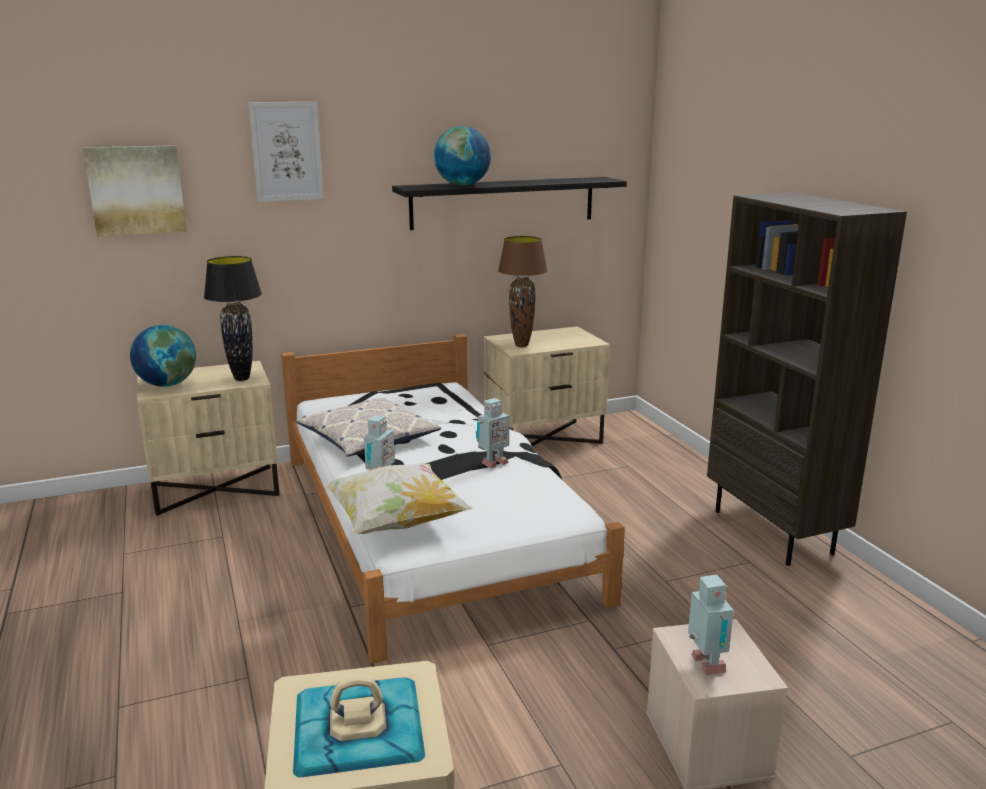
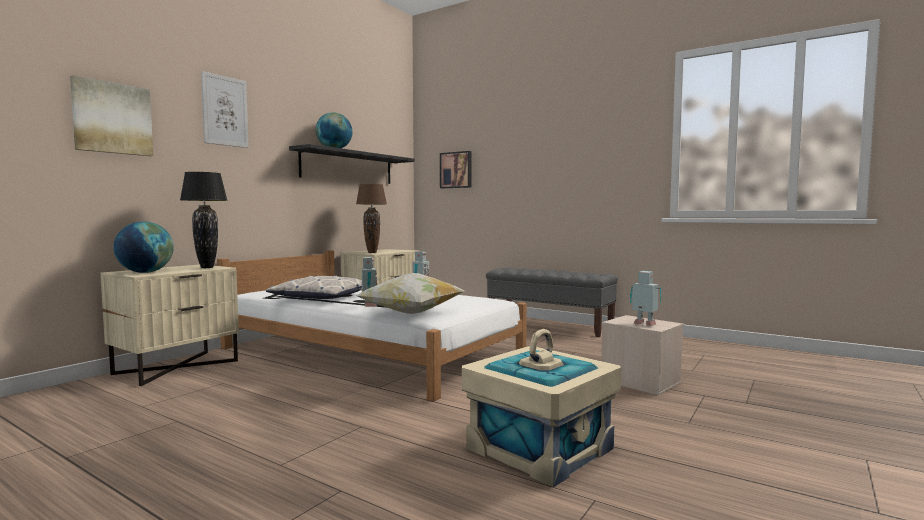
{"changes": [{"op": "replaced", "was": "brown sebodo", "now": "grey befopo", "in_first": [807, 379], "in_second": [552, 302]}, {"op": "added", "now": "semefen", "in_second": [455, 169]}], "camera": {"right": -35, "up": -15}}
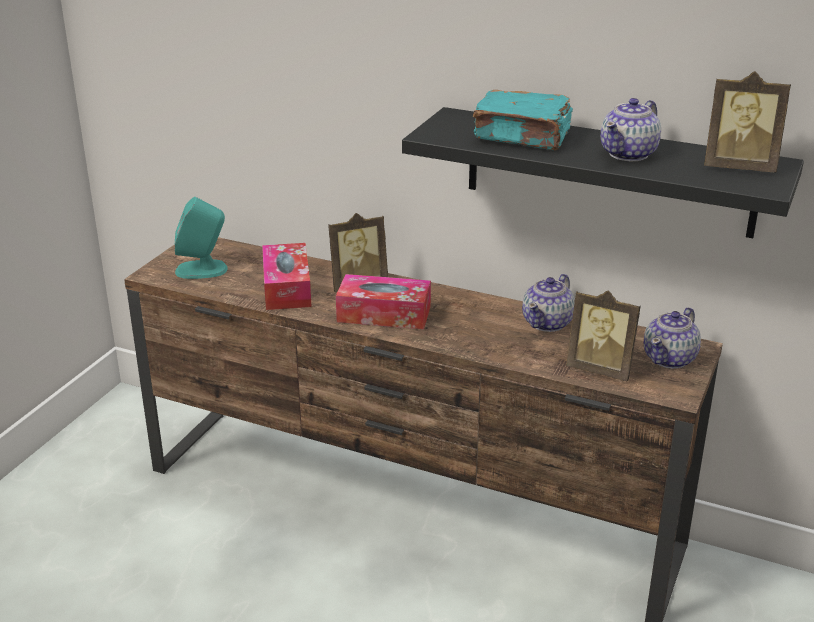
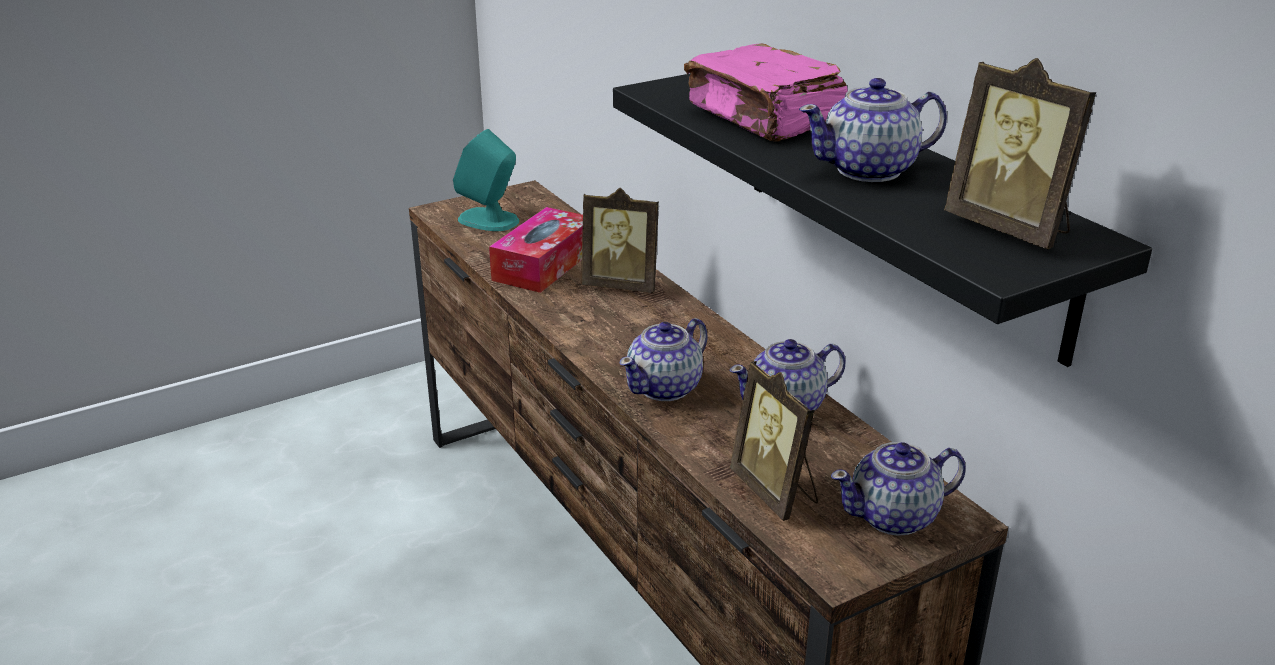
{"changes": [{"op": "removed", "was": "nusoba", "in_first": [383, 301]}, {"op": "recoloured", "was": "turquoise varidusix", "now": "pink varidusix", "in_first": [523, 120], "in_second": [766, 92]}, {"op": "added", "now": "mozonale", "in_second": [664, 359]}], "camera": {"right": 35, "up": 0}}
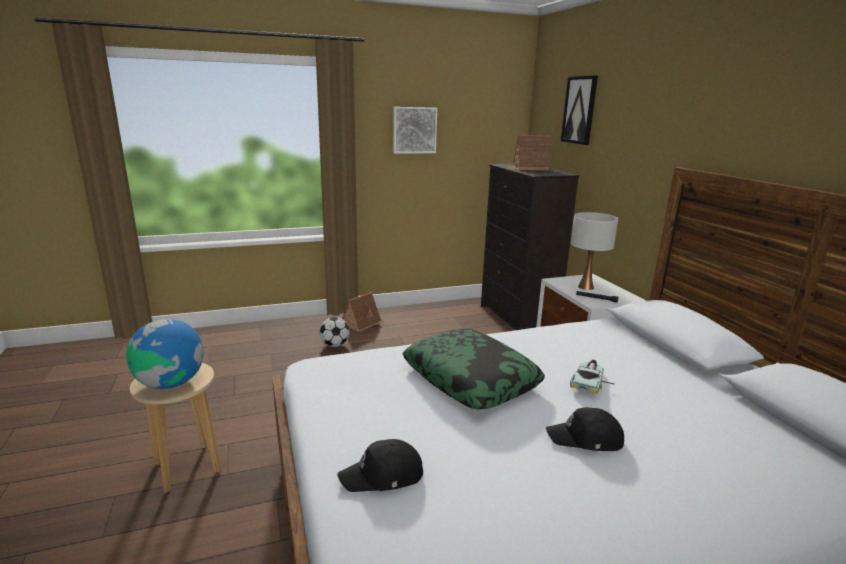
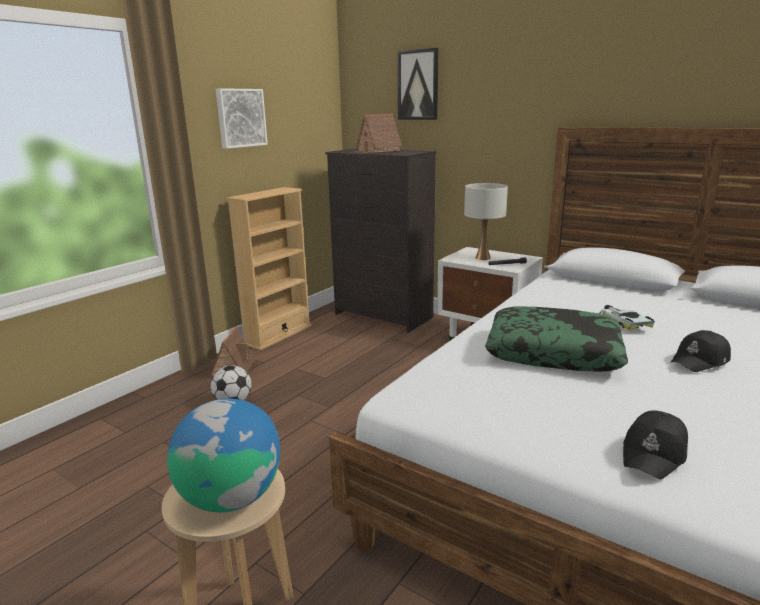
{"changes": [{"op": "added", "now": "beige sebodo", "in_second": [269, 268]}], "camera": {"right": -35, "up": 0}}
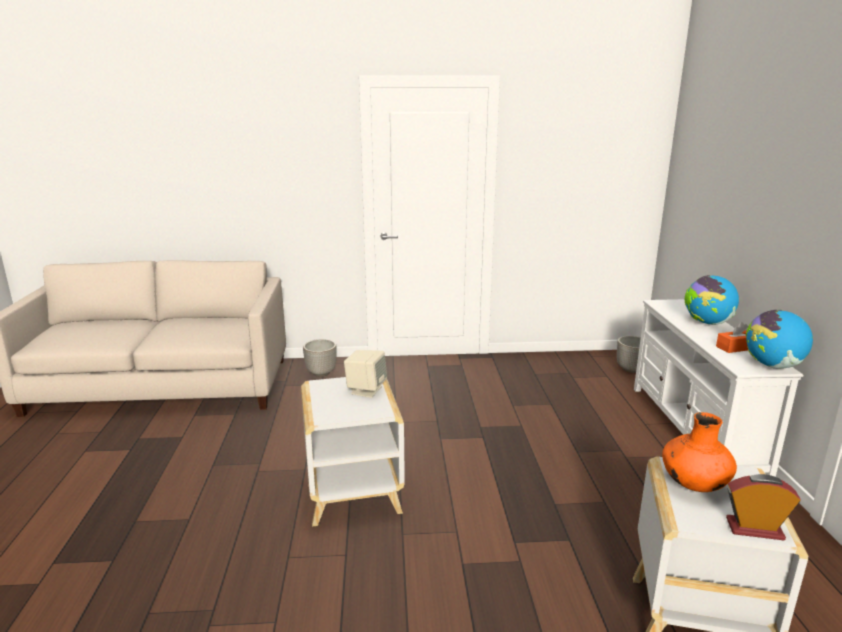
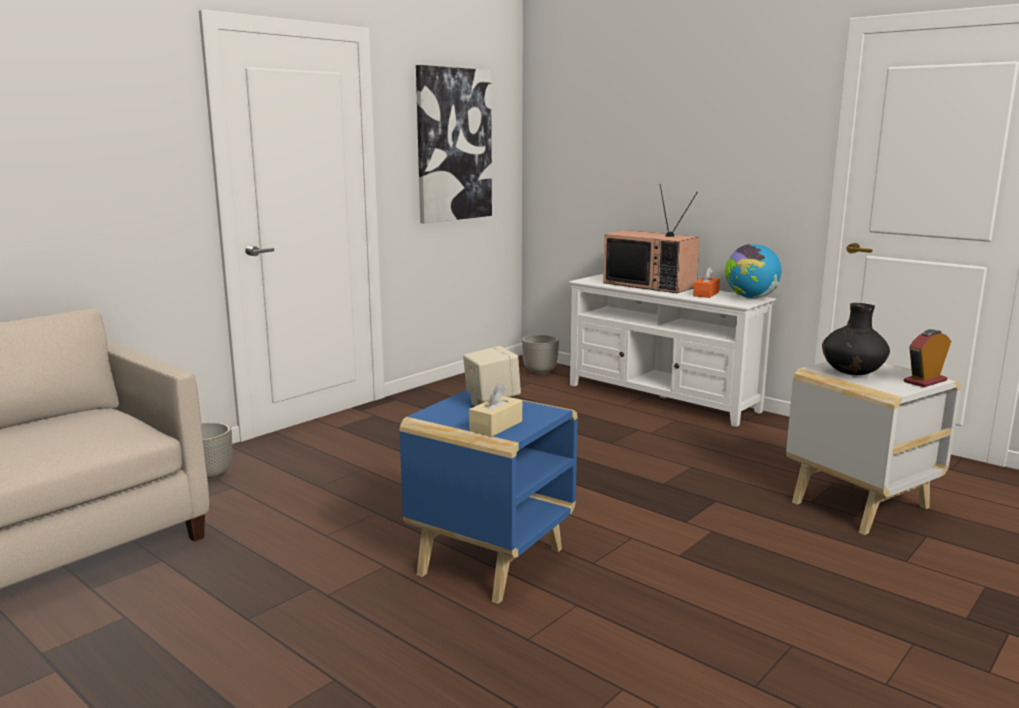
{"changes": [{"op": "recoloured", "was": "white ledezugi", "now": "blue ledezugi", "in_first": [353, 452], "in_second": [489, 497]}, {"op": "recoloured", "was": "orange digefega", "now": "black digefega", "in_first": [699, 452], "in_second": [856, 339]}, {"op": "replaced", "was": "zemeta", "now": "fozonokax", "in_first": [712, 300], "in_second": [651, 238]}, {"op": "added", "now": "semefen", "in_second": [454, 144]}, {"op": "added", "now": "beige nusoba", "in_second": [495, 410]}], "camera": {"right": -45, "up": -5}}
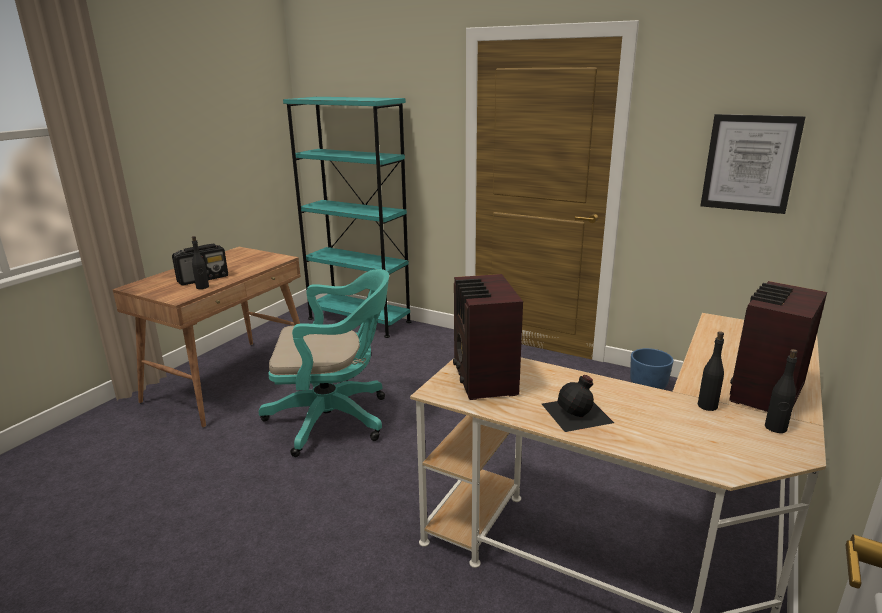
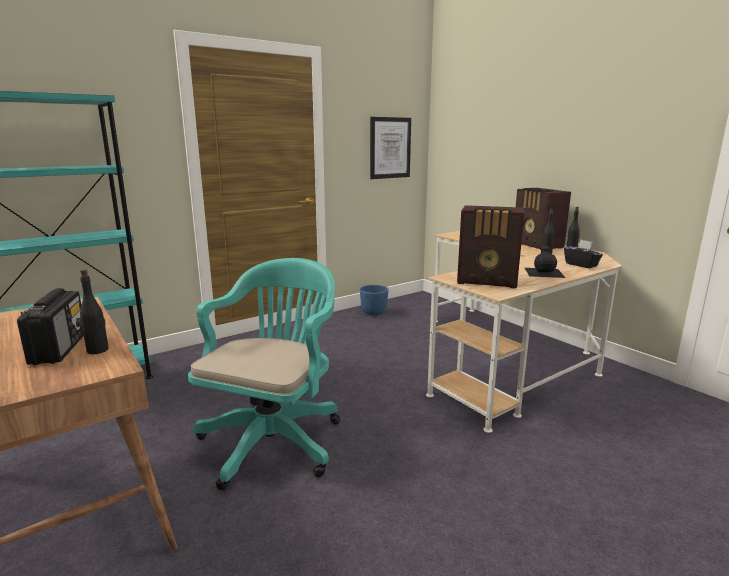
{"changes": [{"op": "added", "now": "black nusoba", "in_second": [583, 254]}], "camera": {"right": -65, "up": -5}}
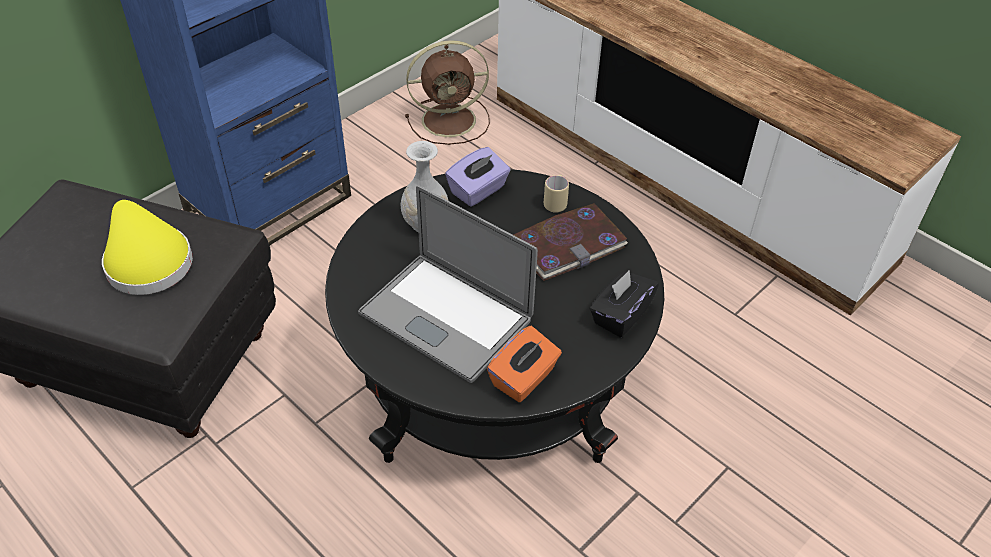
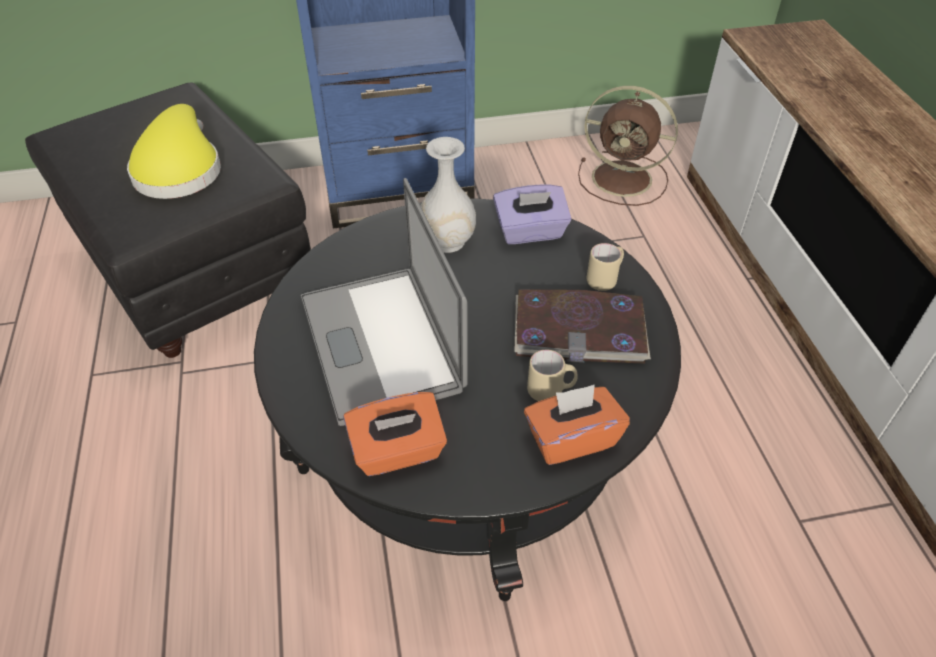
{"changes": [{"op": "recoloured", "was": "black nusoba", "now": "orange nusoba", "in_first": [624, 303], "in_second": [577, 425]}, {"op": "added", "now": "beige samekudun", "in_second": [552, 375]}], "camera": {"right": 35, "up": 0}}
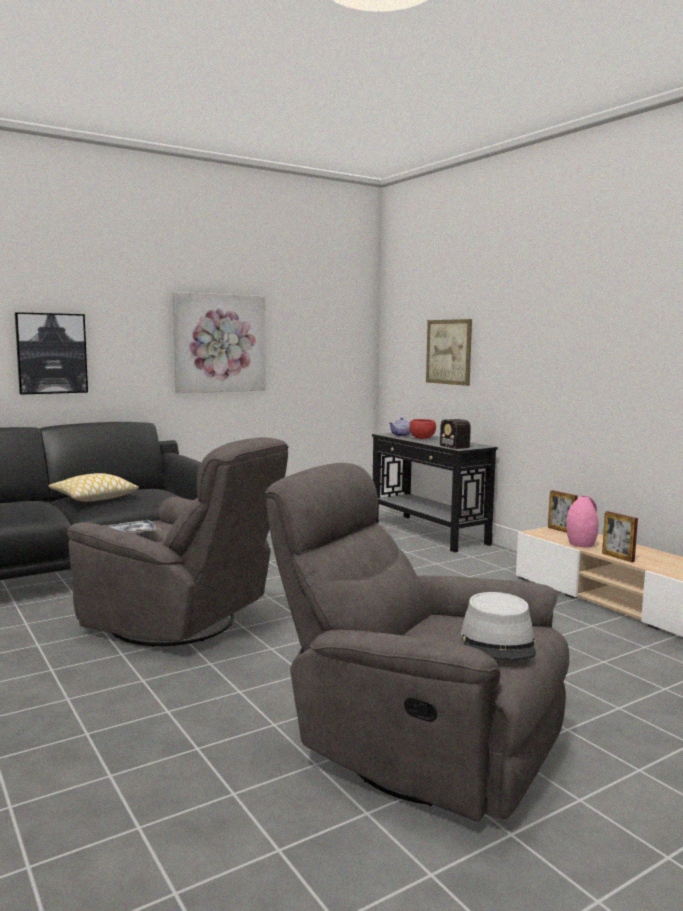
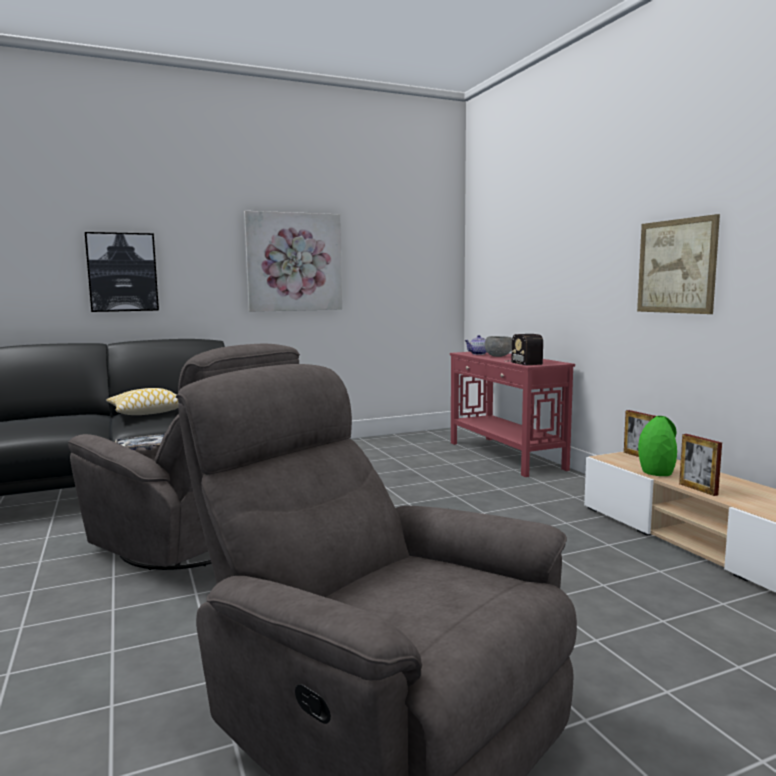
{"changes": [{"op": "recoloured", "was": "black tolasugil", "now": "red tolasugil", "in_first": [435, 492], "in_second": [512, 414]}, {"op": "recoloured", "was": "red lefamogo", "now": "grey lefamogo", "in_first": [422, 429], "in_second": [498, 346]}, {"op": "moved", "was": "semefen", "in_first": [449, 352], "in_second": [678, 264]}, {"op": "removed", "was": "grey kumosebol", "in_first": [498, 626]}, {"op": "recoloured", "was": "pink digefega", "now": "green digefega", "in_first": [582, 522], "in_second": [657, 446]}], "camera": {"right": 10, "up": 0}}
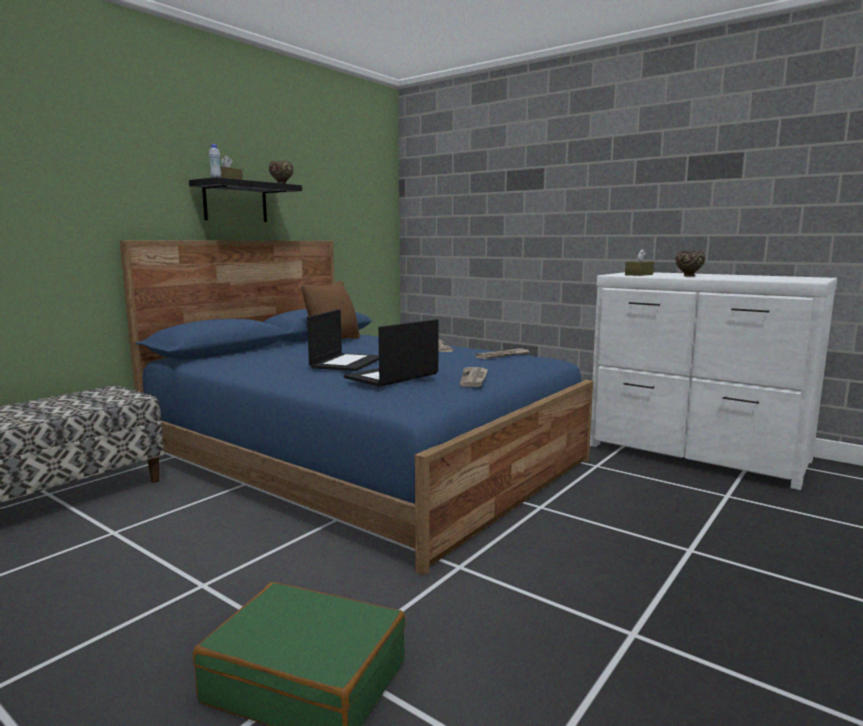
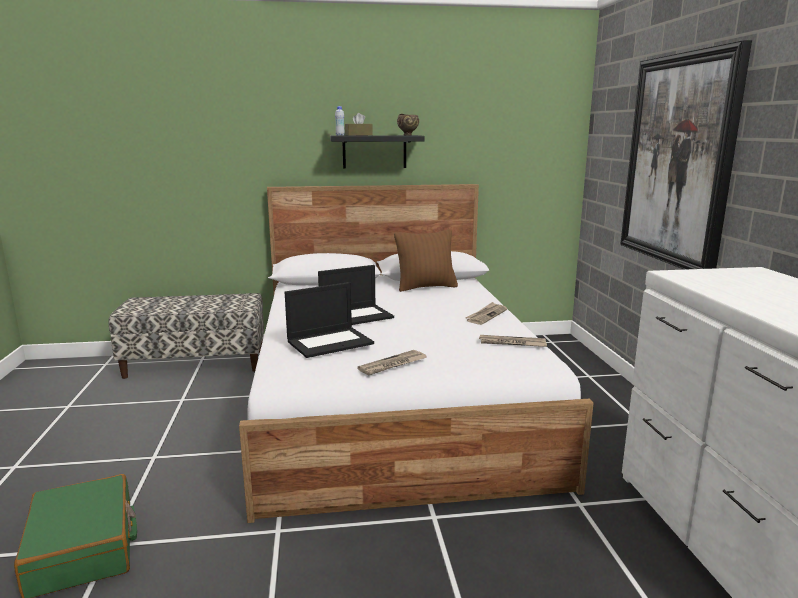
{"changes": [{"op": "recoloured", "was": "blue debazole", "now": "white debazole", "in_first": [356, 408], "in_second": [416, 353]}, {"op": "turned", "was": "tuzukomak", "in_first": [391, 353], "in_second": [329, 320], "clockwise": 150}, {"op": "removed", "was": "brown nusoba", "in_first": [639, 262]}, {"op": "removed", "was": "brown lefamogo", "in_first": [690, 263]}, {"op": "added", "now": "semefen", "in_second": [686, 155]}], "camera": {"right": 45, "up": 5}}
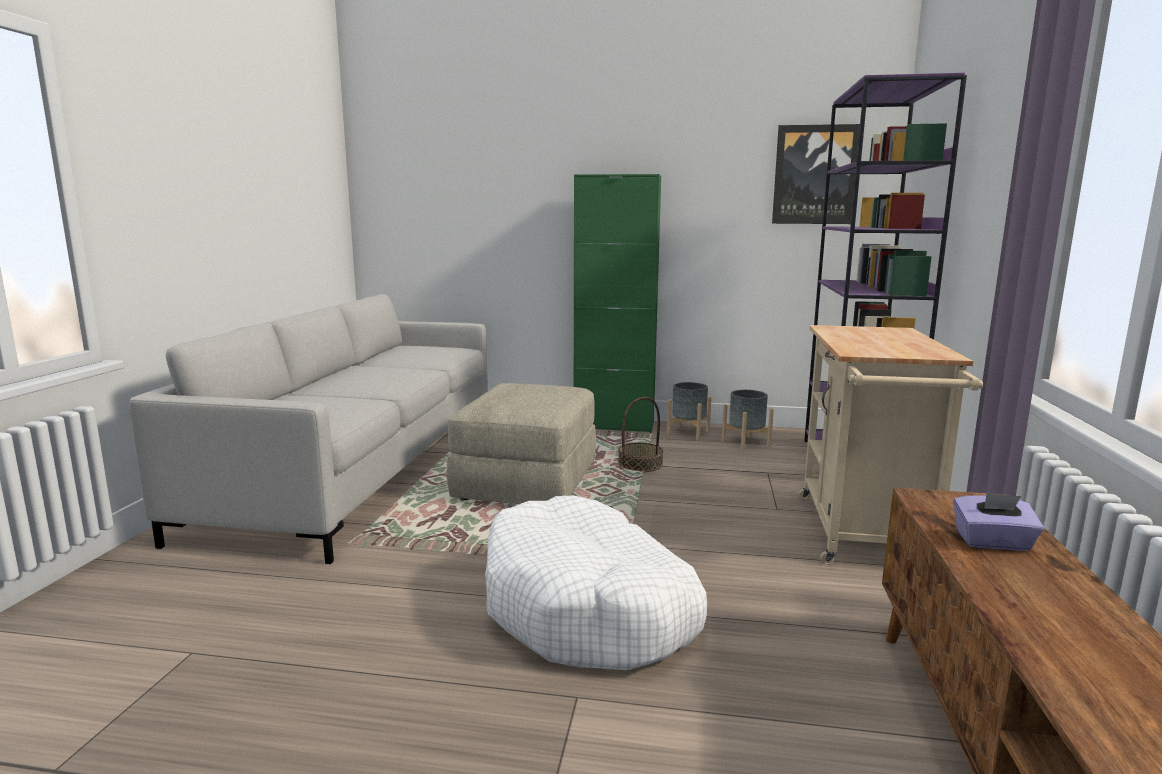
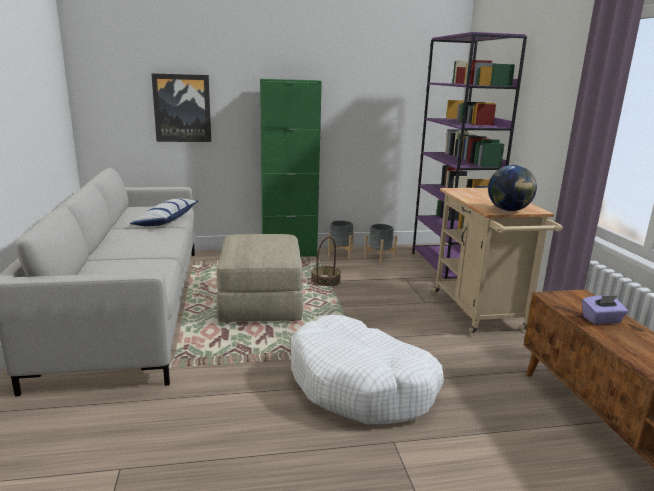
{"changes": [{"op": "moved", "was": "semefen", "in_first": [816, 174], "in_second": [181, 107]}, {"op": "added", "now": "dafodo", "in_second": [164, 212]}, {"op": "added", "now": "zemeta", "in_second": [512, 188]}], "camera": {"right": -20, "up": 5}}
